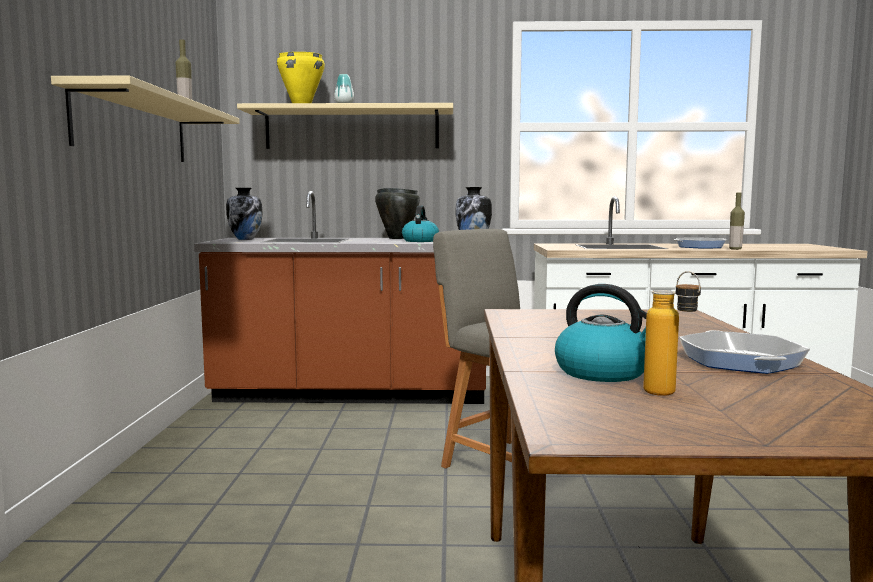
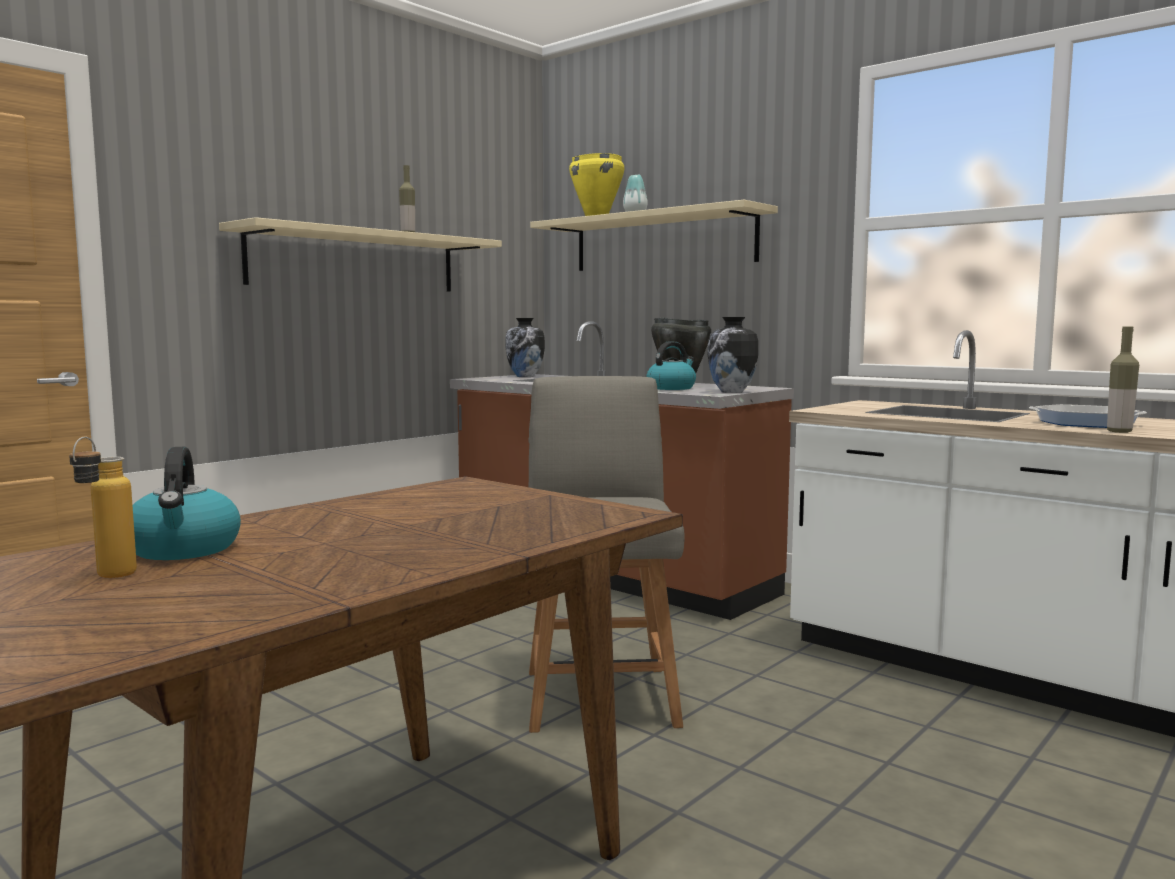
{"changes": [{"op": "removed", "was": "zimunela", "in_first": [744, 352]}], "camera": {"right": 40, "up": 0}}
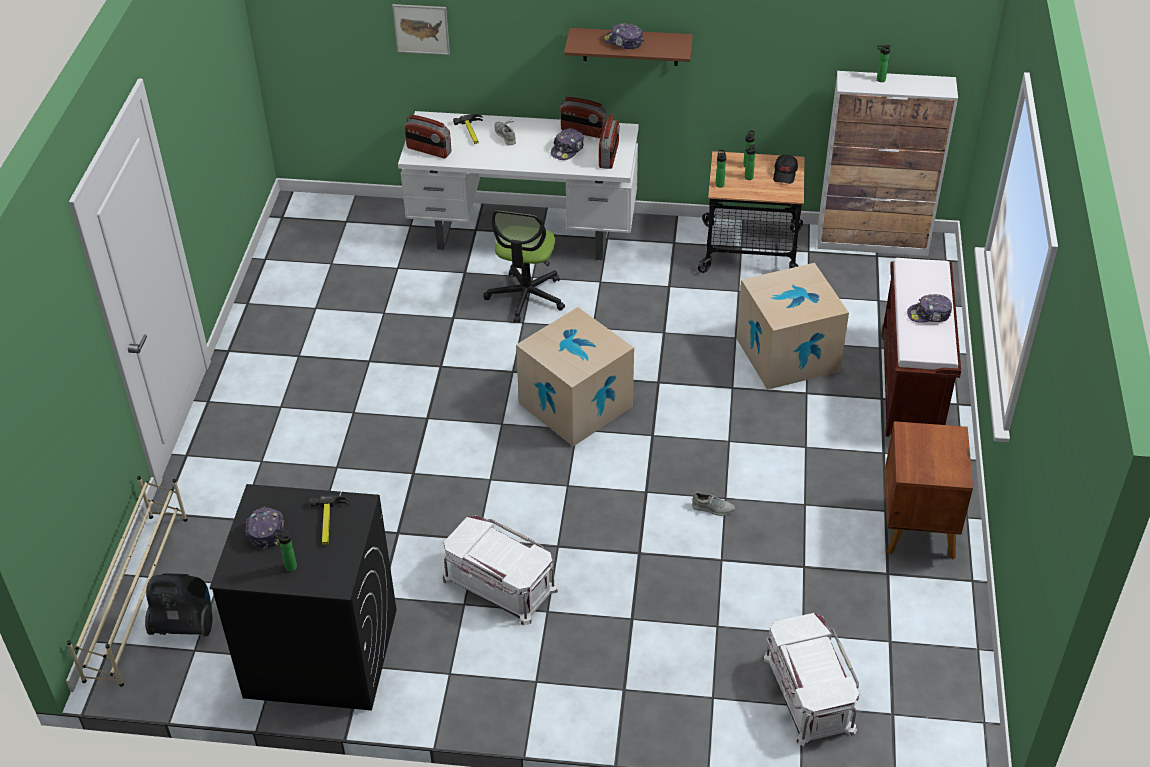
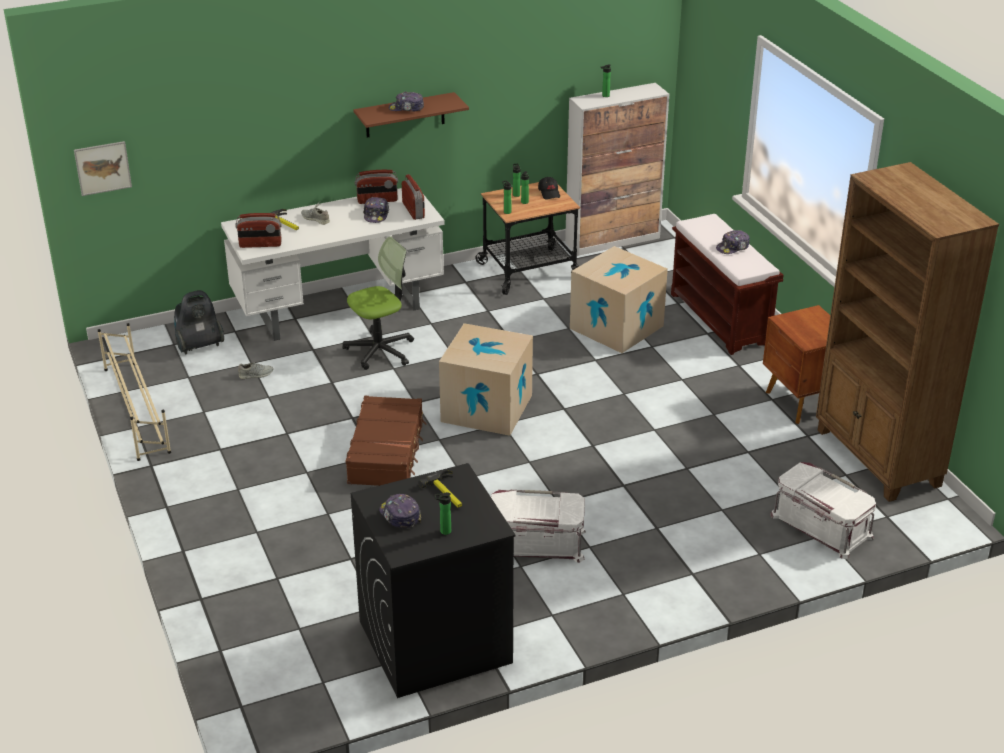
{"changes": [{"op": "moved", "was": "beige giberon", "in_first": [127, 581], "in_second": [134, 392]}, {"op": "moved", "was": "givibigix", "in_first": [179, 605], "in_second": [199, 322]}, {"op": "moved", "was": "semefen", "in_first": [421, 29], "in_second": [103, 168]}, {"op": "turned", "was": "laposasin", "in_first": [524, 267], "in_second": [378, 303], "clockwise": -105}, {"op": "moved", "was": "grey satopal", "in_first": [713, 504], "in_second": [255, 370]}, {"op": "added", "now": "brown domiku", "in_second": [386, 441]}, {"op": "added", "now": "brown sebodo", "in_second": [907, 332]}], "camera": {"right": -30, "up": -10}}
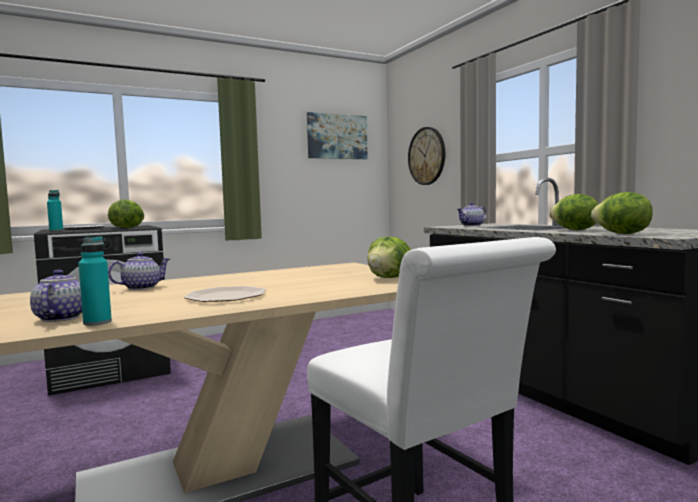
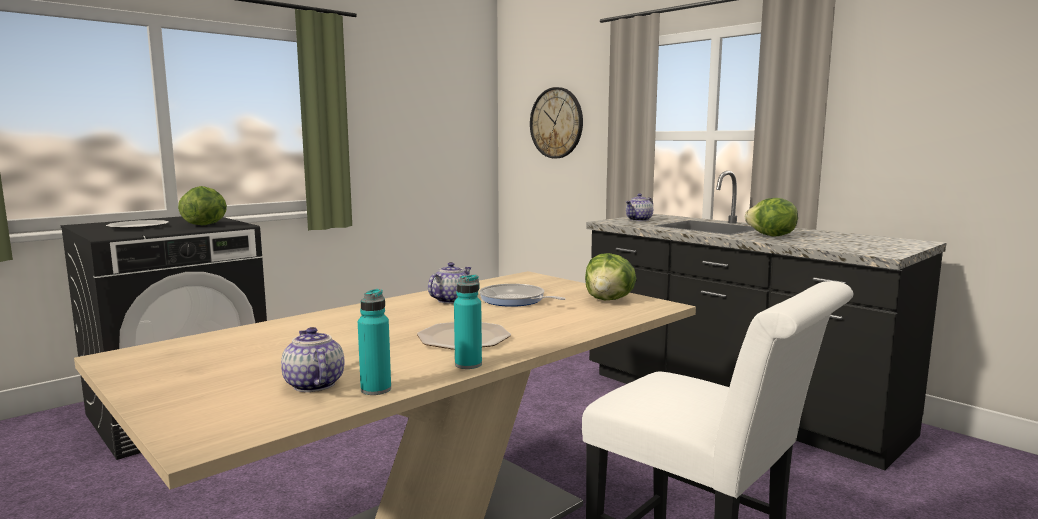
{"changes": [{"op": "moved", "was": "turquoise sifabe", "in_first": [55, 210], "in_second": [468, 322]}, {"op": "moved", "was": "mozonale", "in_first": [139, 271], "in_second": [450, 283]}, {"op": "removed", "was": "semefen", "in_first": [337, 135]}, {"op": "removed", "was": "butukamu", "in_first": [622, 213]}, {"op": "added", "now": "zimunela", "in_second": [522, 295]}], "camera": {"right": -15, "up": 5}}
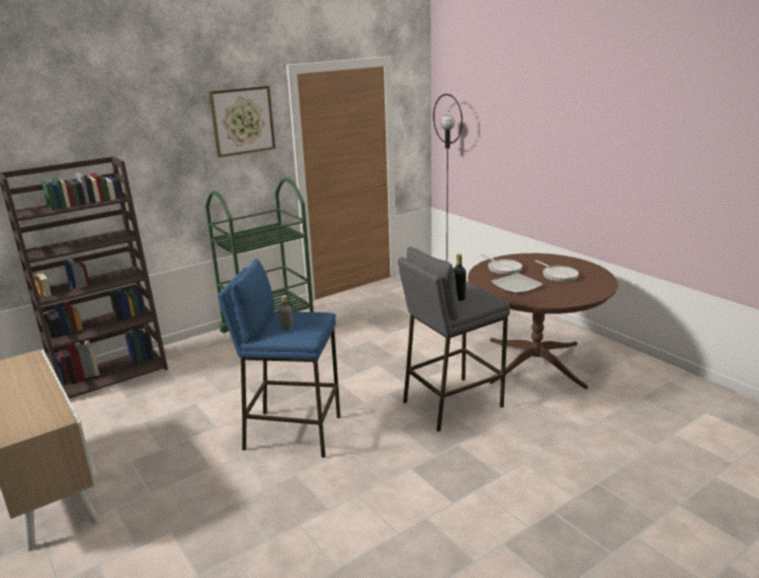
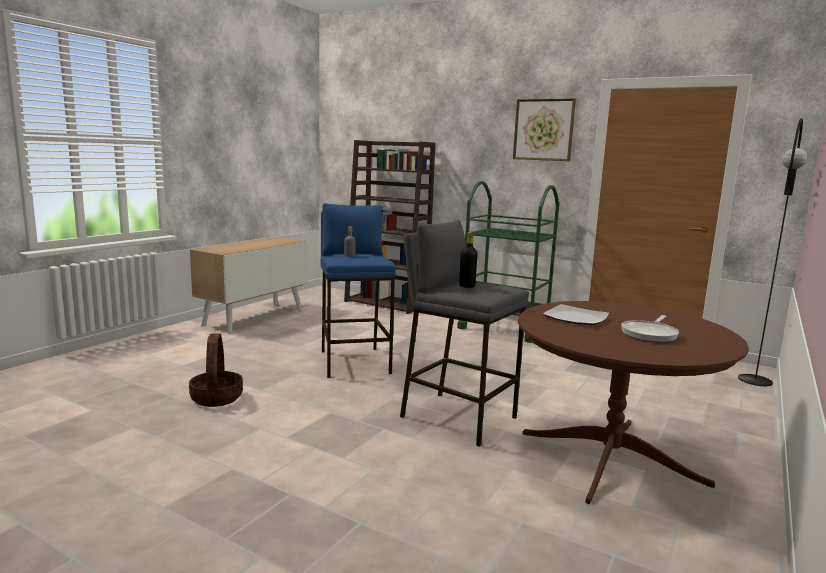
{"changes": [{"op": "removed", "was": "zimunela", "in_first": [501, 265]}, {"op": "added", "now": "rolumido", "in_second": [216, 370]}], "camera": {"right": 65, "up": -10}}
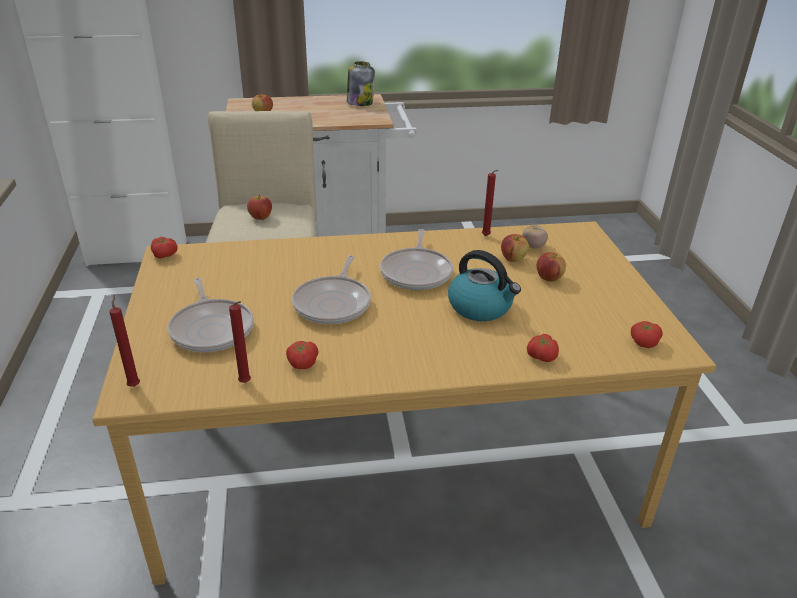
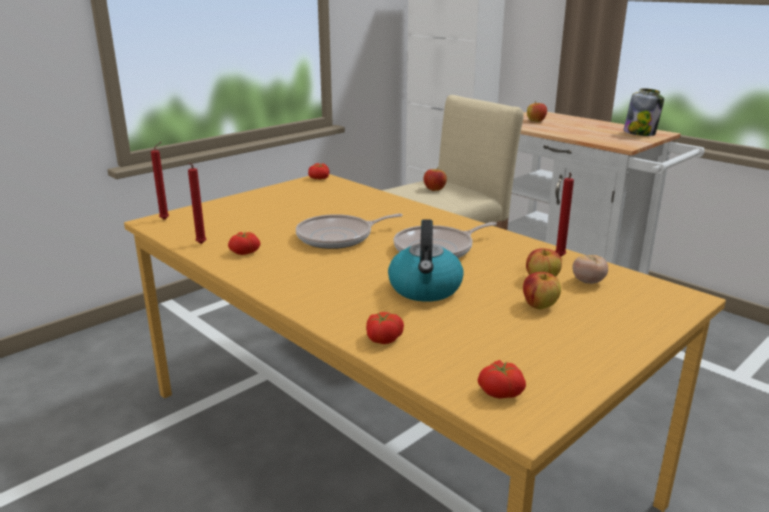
{"changes": [{"op": "removed", "was": "zimunela", "in_first": [211, 315]}], "camera": {"right": 55, "up": -10}}
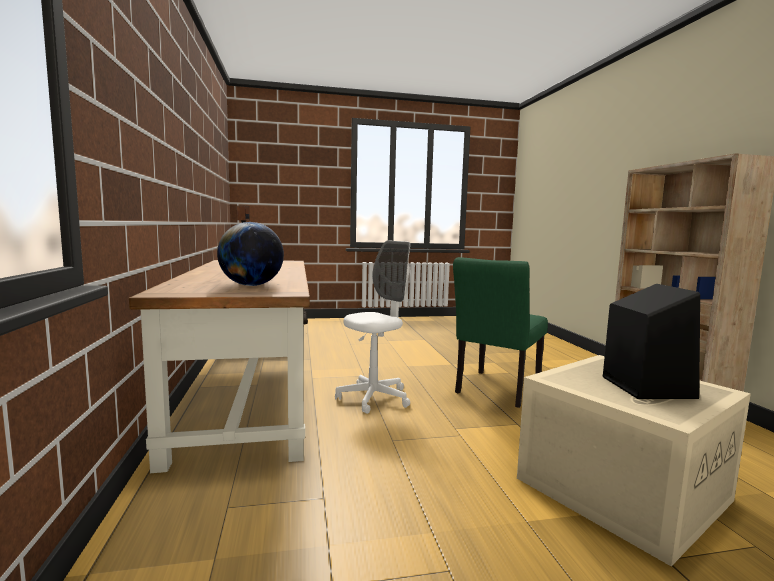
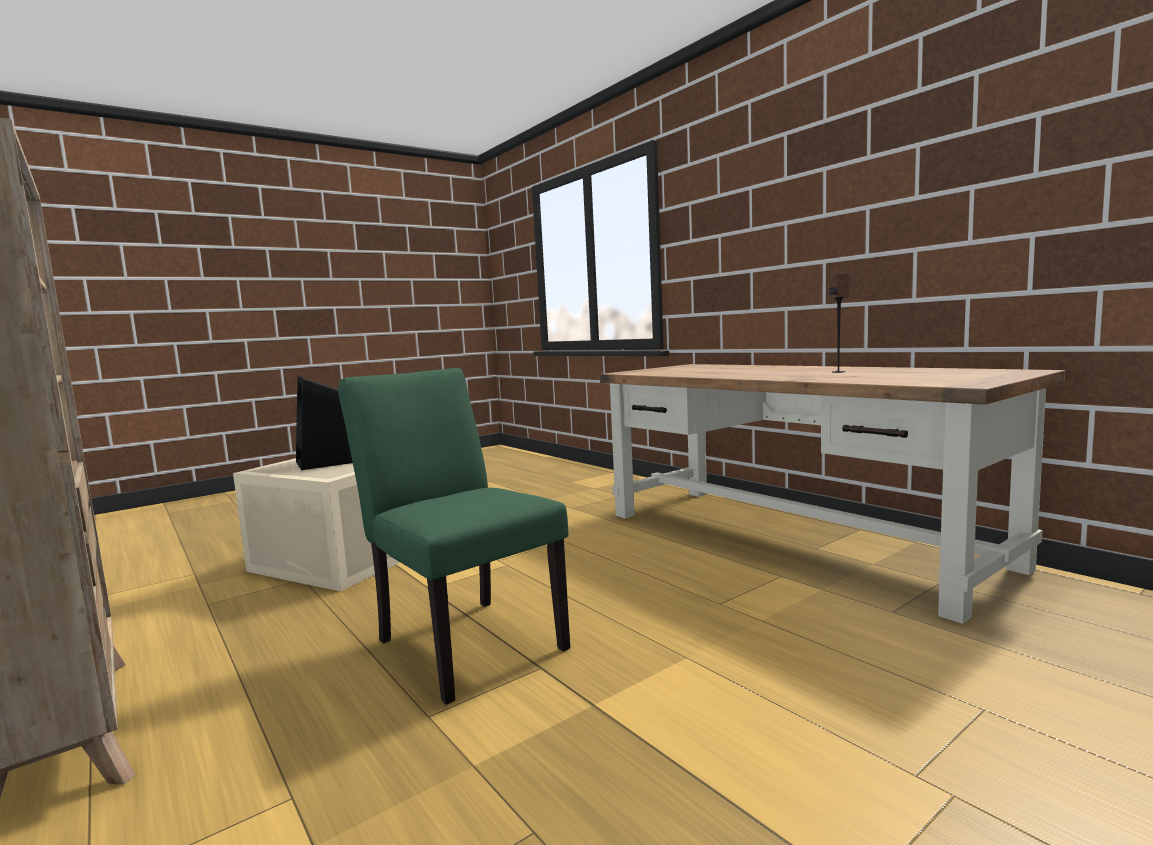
{"changes": [{"op": "removed", "was": "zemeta", "in_first": [250, 254]}, {"op": "removed", "was": "white laposasin", "in_first": [372, 327]}, {"op": "turned", "was": "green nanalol", "in_first": [500, 332], "in_second": [454, 536], "clockwise": -45}], "camera": {"right": 155, "up": 0}}
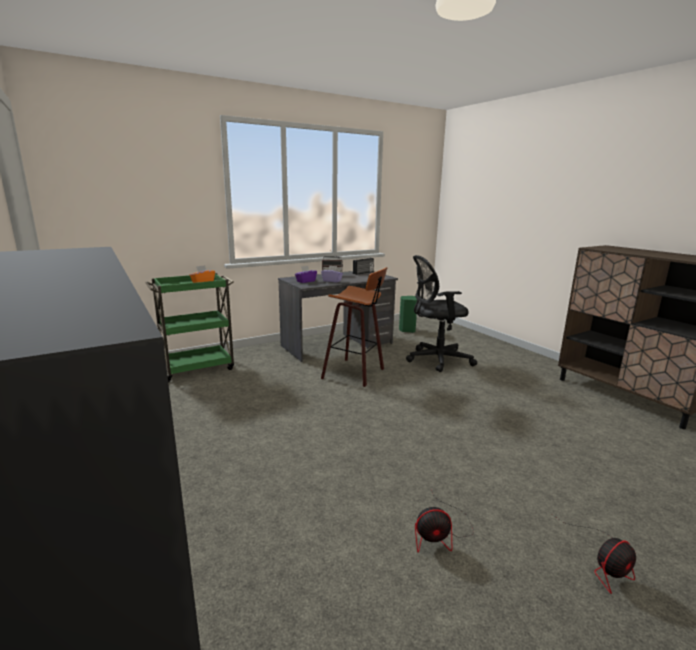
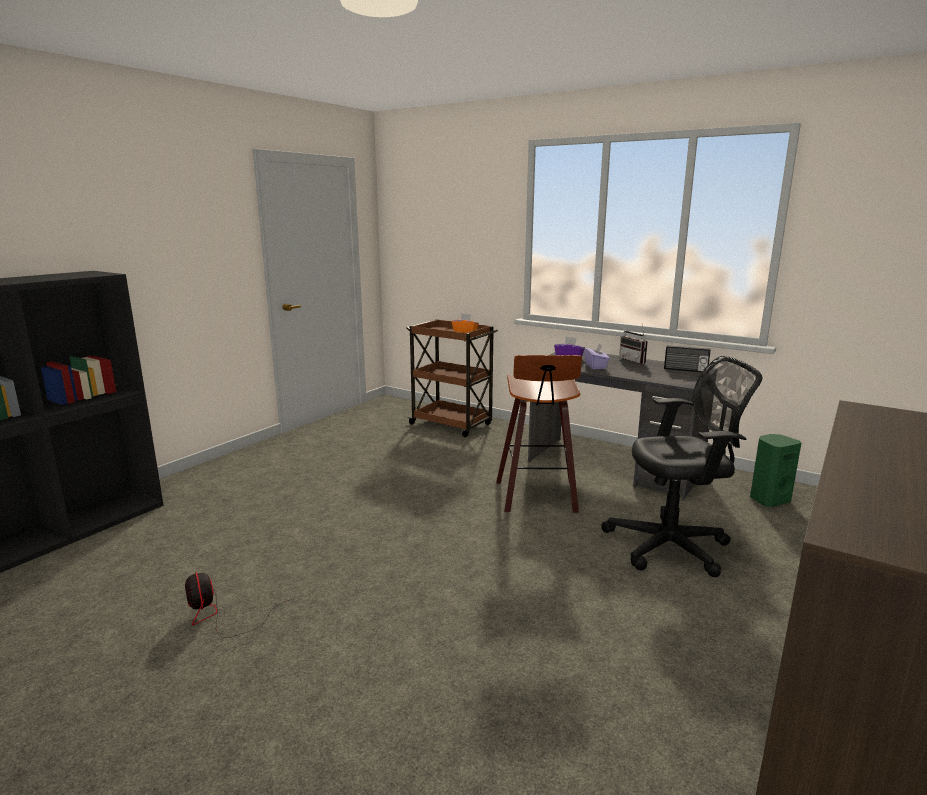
{"changes": [{"op": "recoloured", "was": "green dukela", "now": "brown dukela", "in_first": [189, 327], "in_second": [452, 378]}, {"op": "turned", "was": "black laposasin", "in_first": [441, 313], "in_second": [681, 466], "clockwise": 120}, {"op": "removed", "was": "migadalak", "in_first": [594, 554]}], "camera": {"right": 65, "up": 0}}
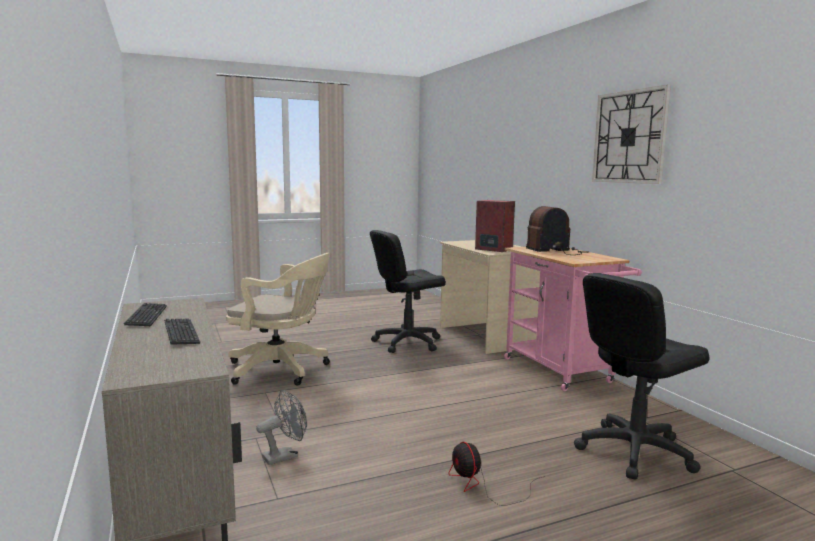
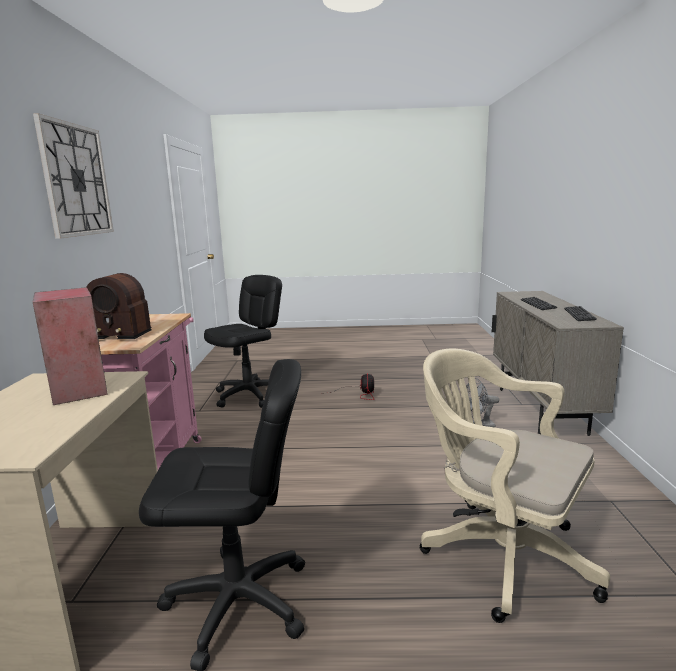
{"changes": [{"op": "turned", "was": "black laposasin", "in_first": [641, 376], "in_second": [243, 341], "clockwise": -45}], "camera": {"right": -155, "up": 5}}
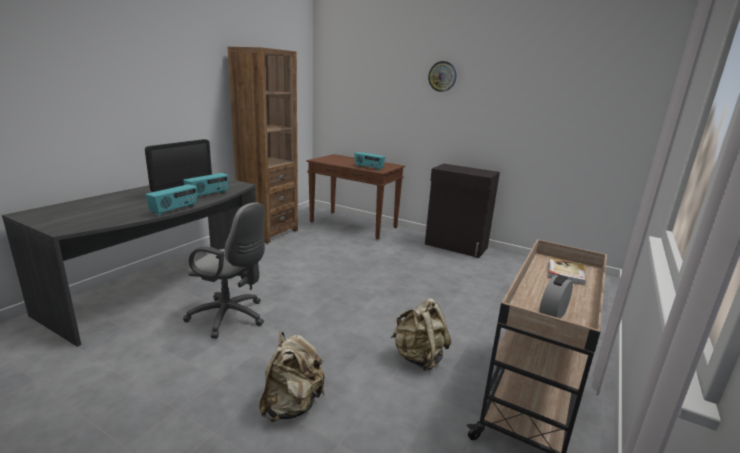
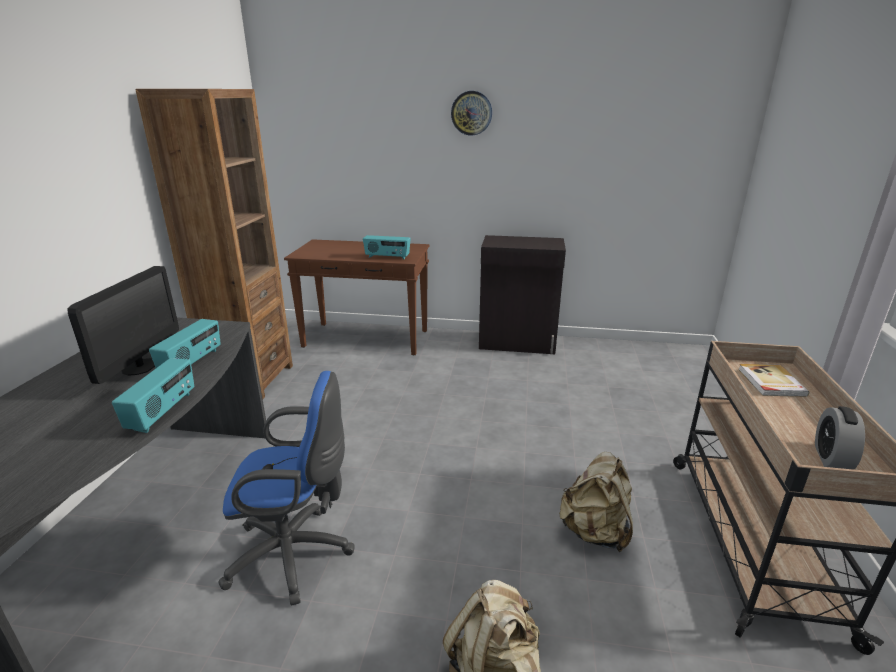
{"changes": [{"op": "recoloured", "was": "grey laposasin", "now": "blue laposasin", "in_first": [224, 271], "in_second": [286, 488]}], "camera": {"right": -20, "up": 5}}
